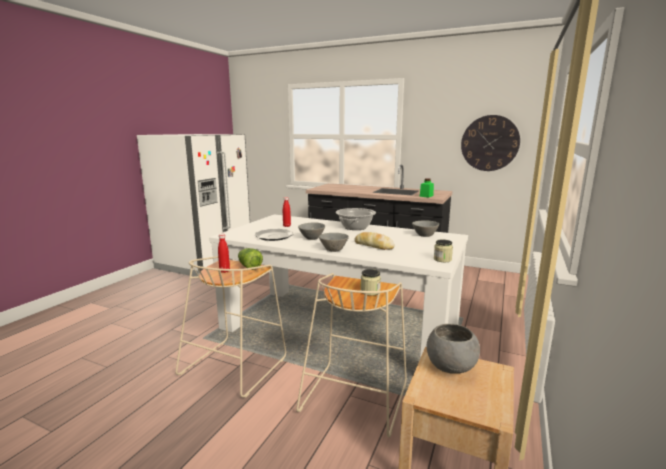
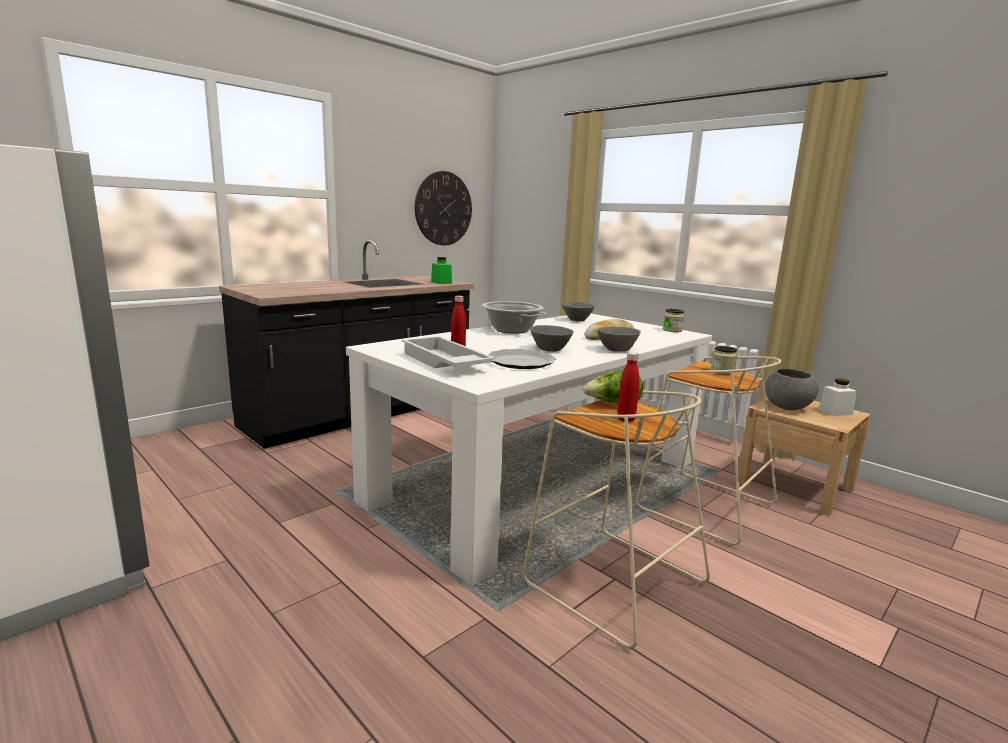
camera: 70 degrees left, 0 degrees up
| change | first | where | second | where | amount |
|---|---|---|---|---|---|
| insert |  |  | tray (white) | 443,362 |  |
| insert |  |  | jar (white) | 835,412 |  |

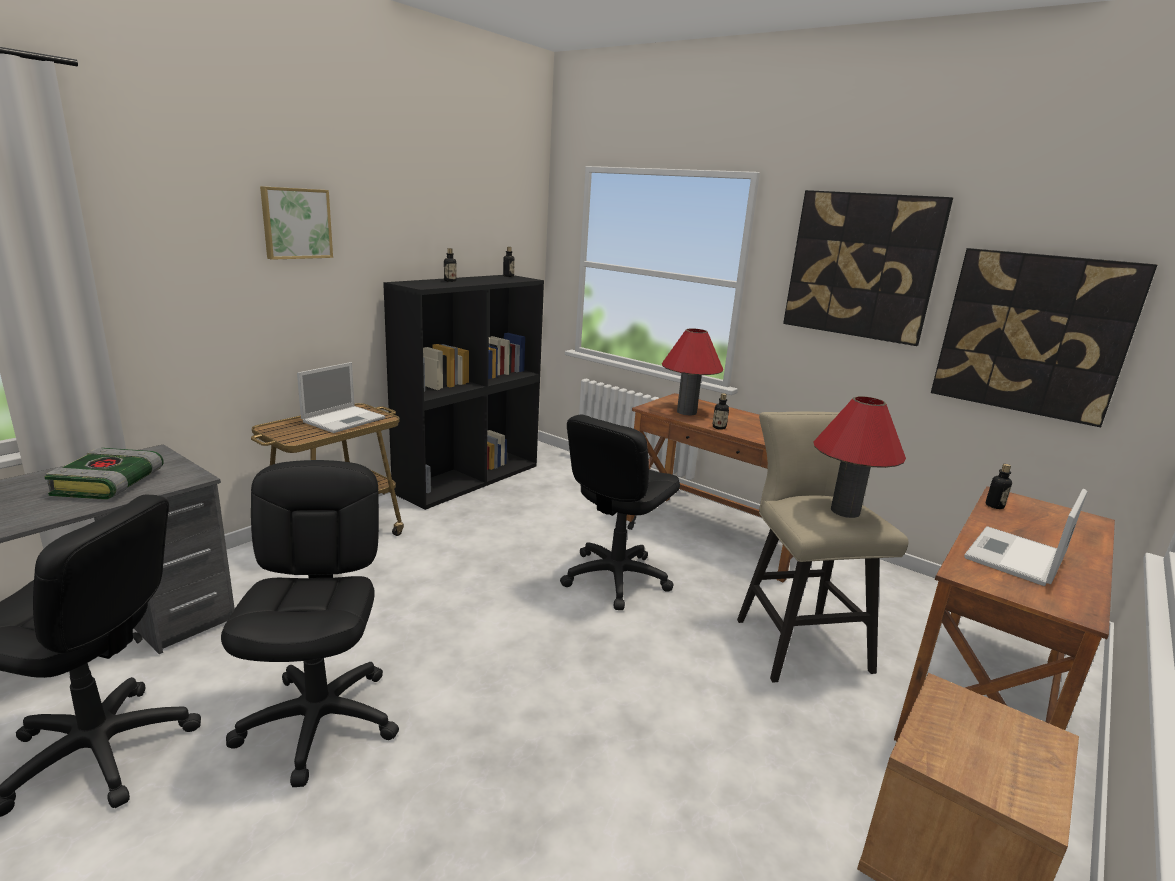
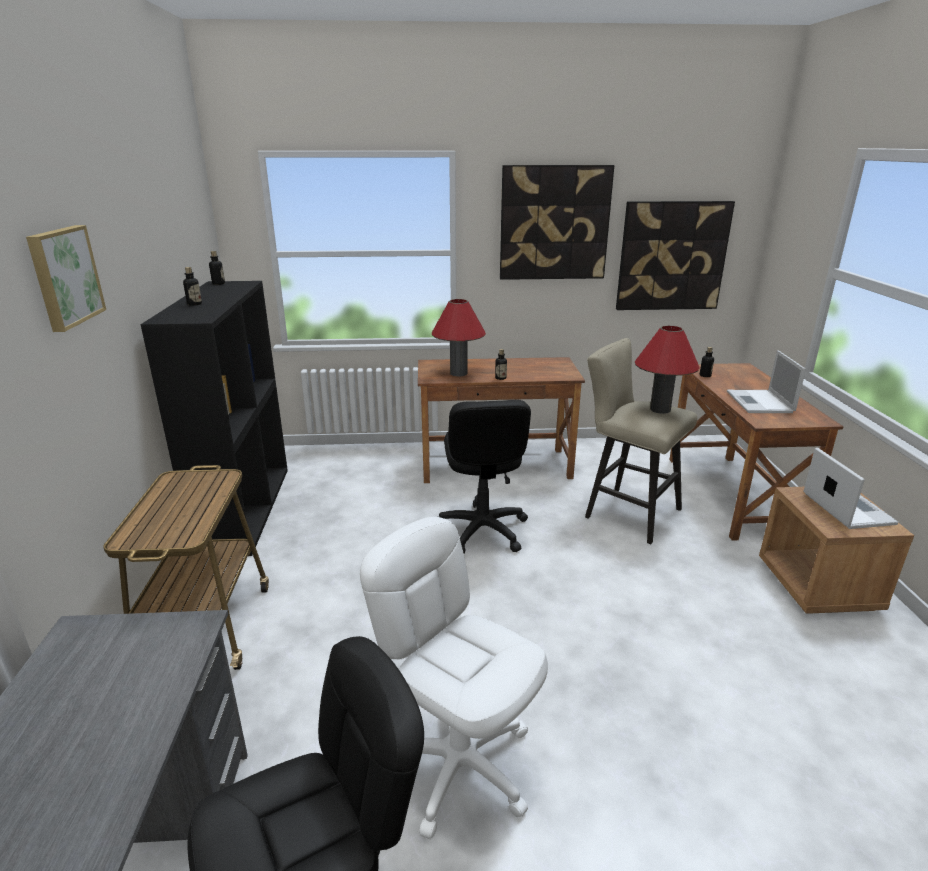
camera: 40 degrees left, 5 degrees up
| change | first | where | second | where | amount |
|---|---|---|---|---|---|
| move | laptop | 345,419 |  | 846,508 |  |
| delete | book | 109,484 |  |  |  |
| recolor | office chair (black) | 320,721 | office chair (white) | 459,764 |  |

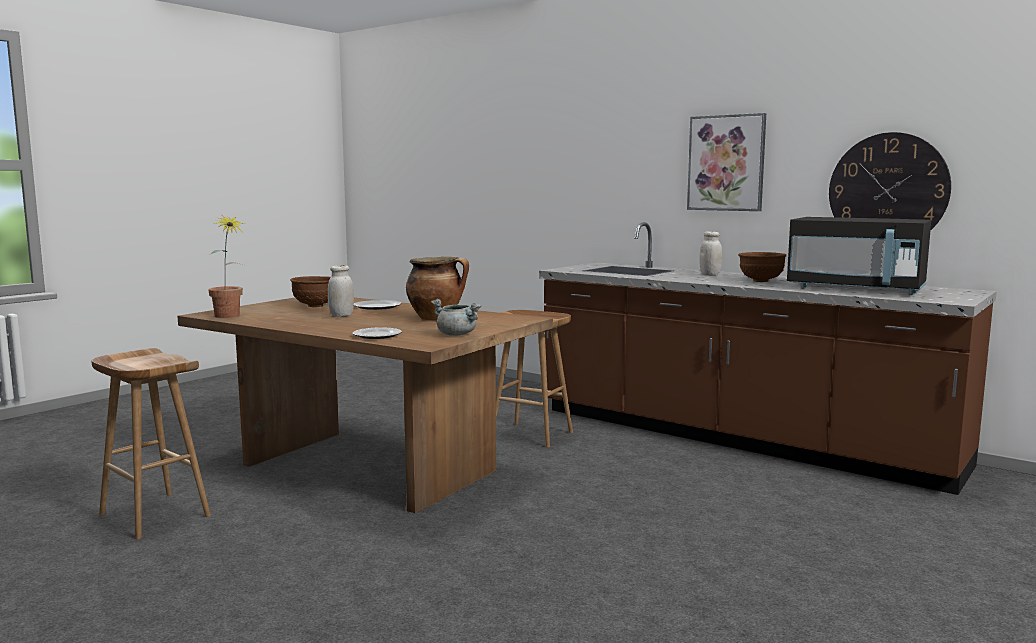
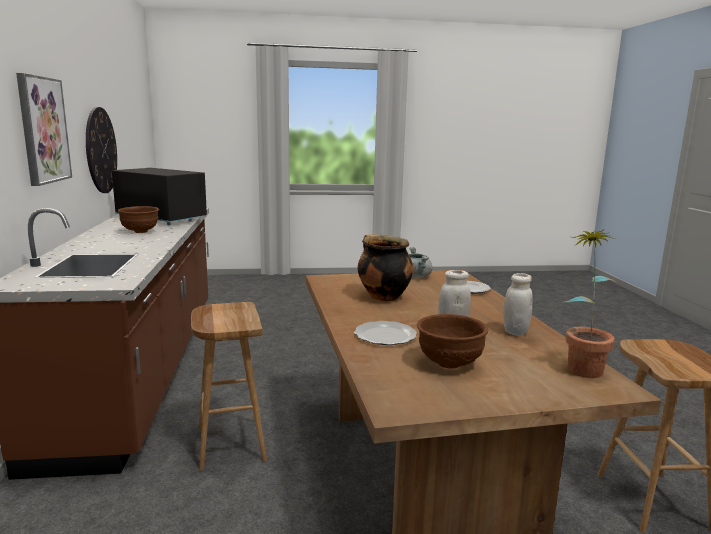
camera: 135 degrees left, 5 degrees up
| change | first | where | second | where | amount |
|---|---|---|---|---|---|
| rotate | microwave (black) | 856,289 |  | 161,218 | 45 degrees counterclockwise |
| move | jar (white) | 710,275 |  | 515,332 |  |

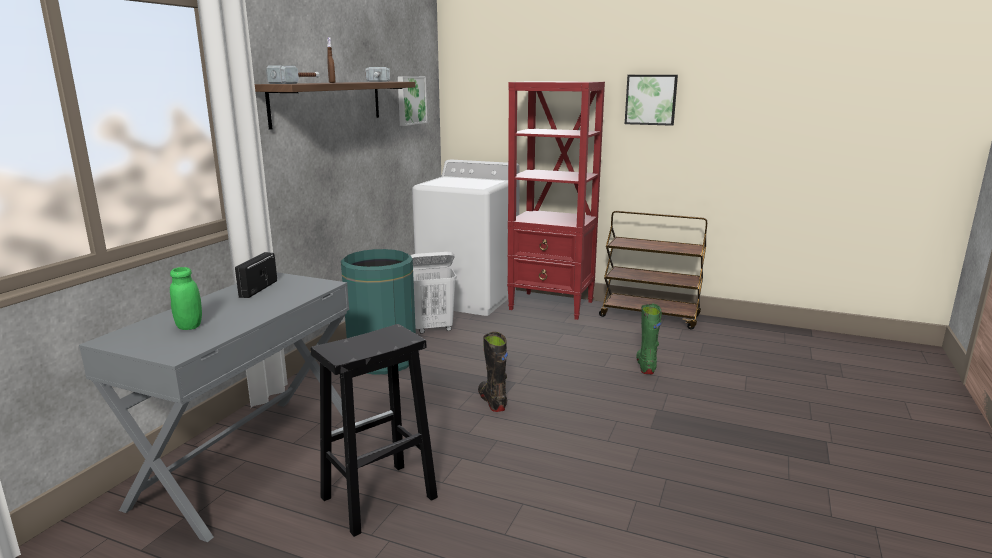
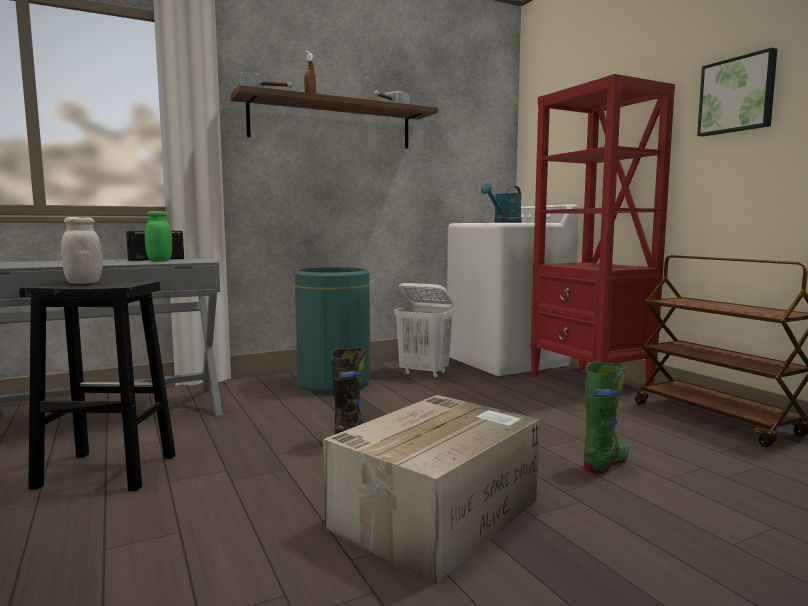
camera: 40 degrees right, 10 degrees down
| change | first | where | second | where | amount |
|---|---|---|---|---|---|
| delete | picture | 410,100 |  |  |  |
| move | jar (green) | 189,326 |  | 160,261 |  |
| insert |  |  | watering can (turquoise) | 504,222 |  |
| insert |  |  | jar (white) | 84,283 |  |
| insert |  |  | cardboard box | 437,513 |  |

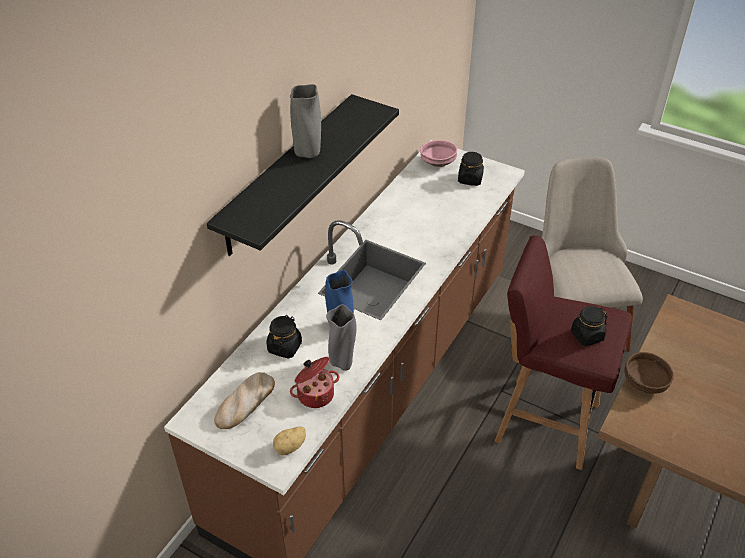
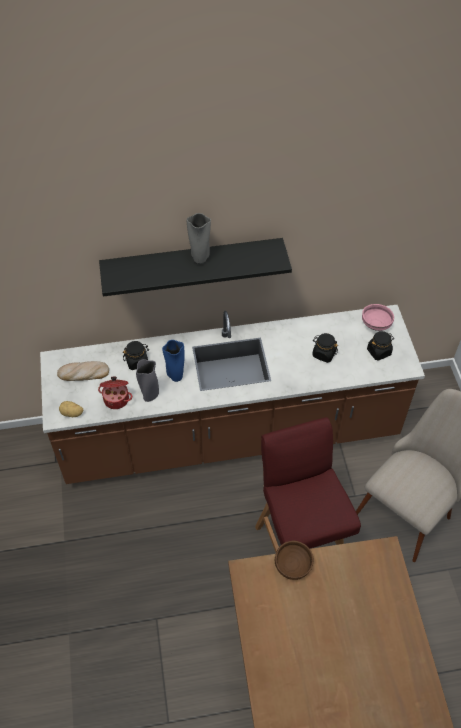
camera: 50 degrees right, 10 degrees up
| change | first | where | second | where | amount |
|---|---|---|---|---|---|
| move | jar (black) | 586,336 |  | 324,354 |  |

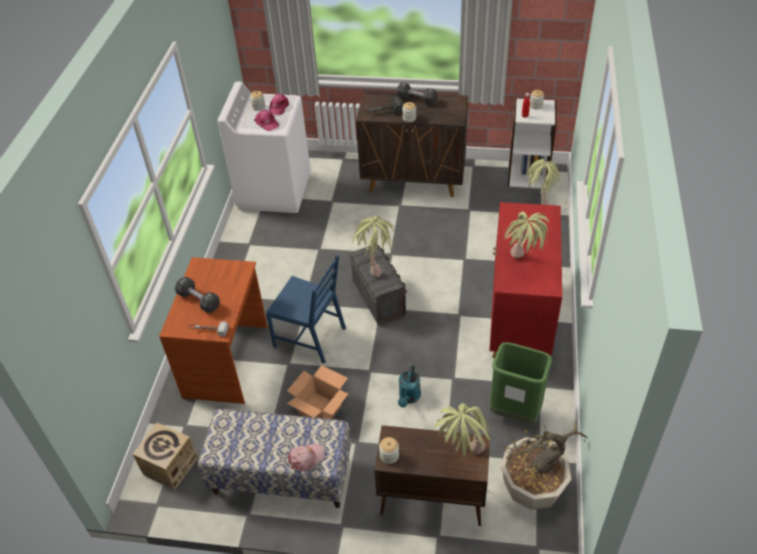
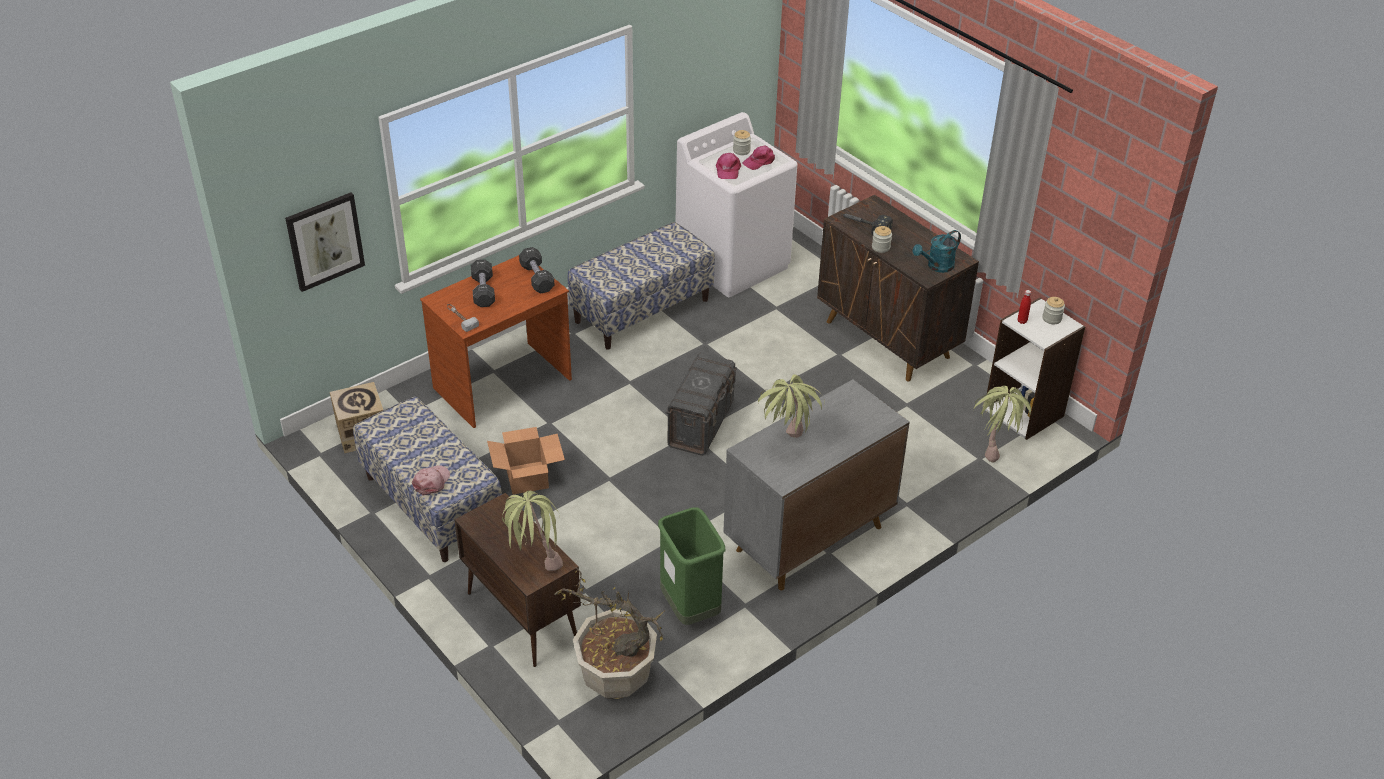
camera: 40 degrees right, 5 degrees down
| change | first | where | second | where | amount |
|---|---|---|---|---|---|
| move | dumbbell (black) | 416,99 |  | 537,278 |  |
| recolor | cabinet (red) | 519,321 | cabinet (grey) | 808,539 |  |
| delete | potted plant | 375,264 |  |  |  |
| delete | chair (blue) | 311,337 |  |  |  |
| move | watering can (turquoise) | 409,398 |  | 936,266 |  |
| delete | jar | 389,455 |  |  |  |
| rotate | cap (pink) | 306,458 |  | 432,482 | 75 degrees counterclockwise |
| insert |  |  | picture | 325,241 |  |
| insert |  |  | bench | 642,310 |  |

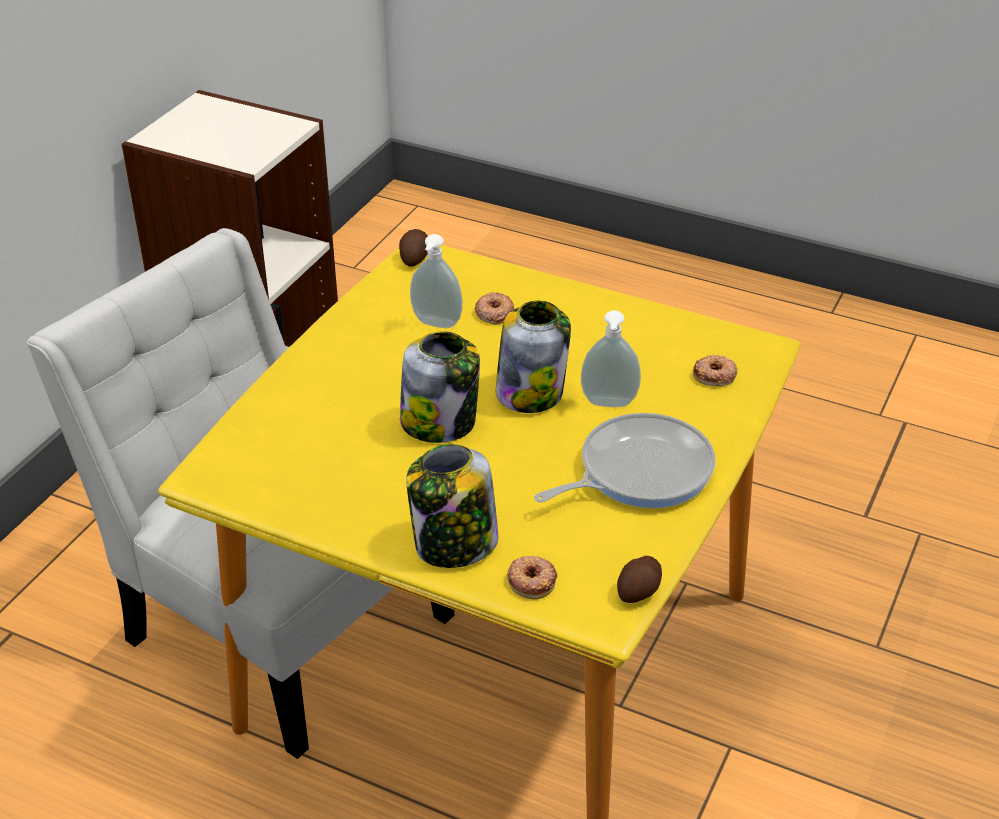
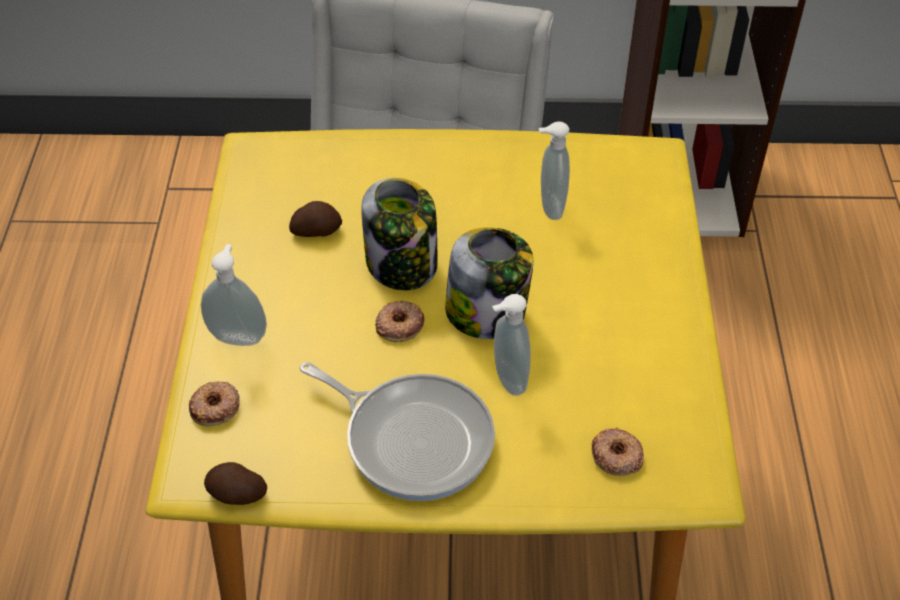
camera: 65 degrees right, 10 degrees up
| change | first | where | second | where | amount |
|---|---|---|---|---|---|
| move | potato | 414,258 |  | 316,230 |  |
| move | donut | 494,313 |  | 399,324 |  |
| replace | jar | 454,545 | soap dispenser | 239,336 |  |

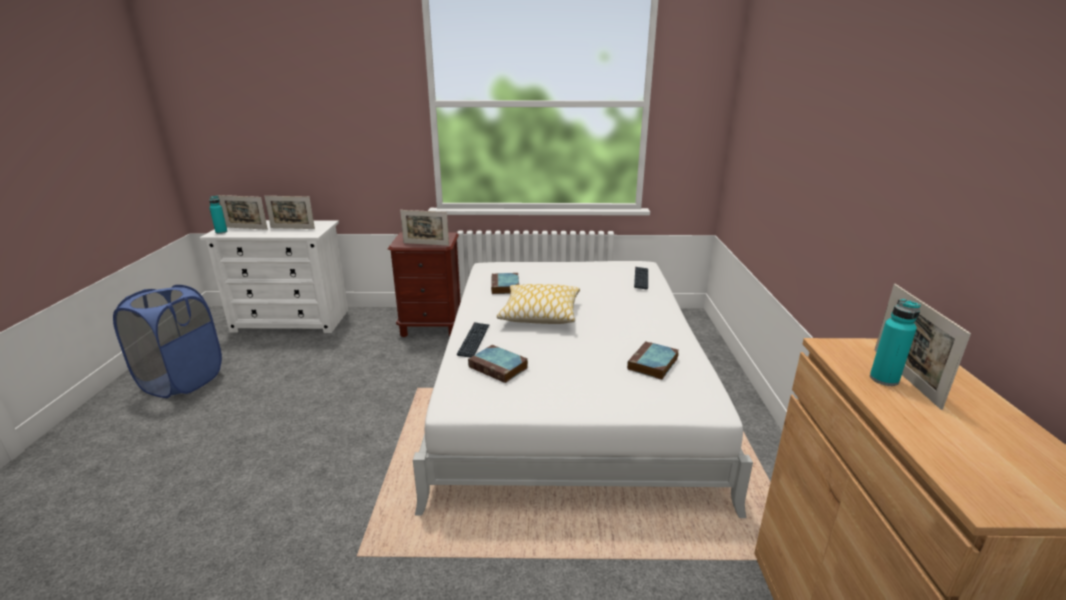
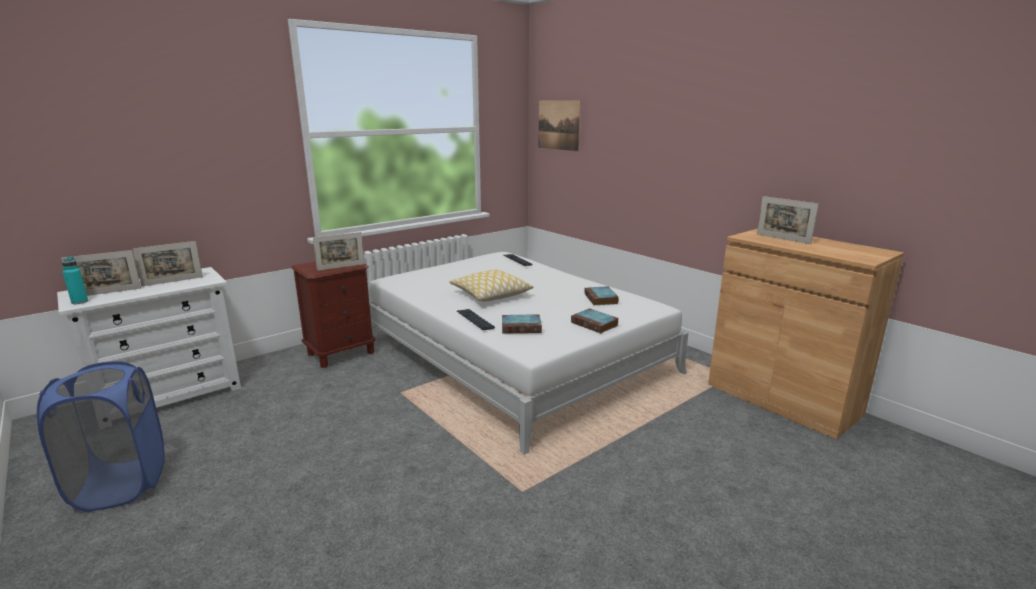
camera: 40 degrees left, 5 degrees down
| change | first | where | second | where | amount |
|---|---|---|---|---|---|
| move | book | 505,287 |  | 595,324 |  |
| delete | bottle (turquoise) | 884,379 |  |  |  |
| insert |  |  | picture | 558,125 |  |

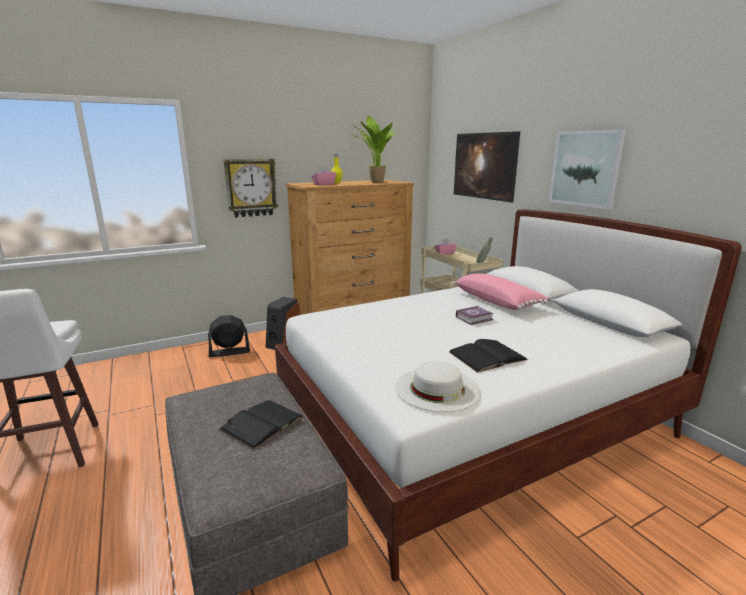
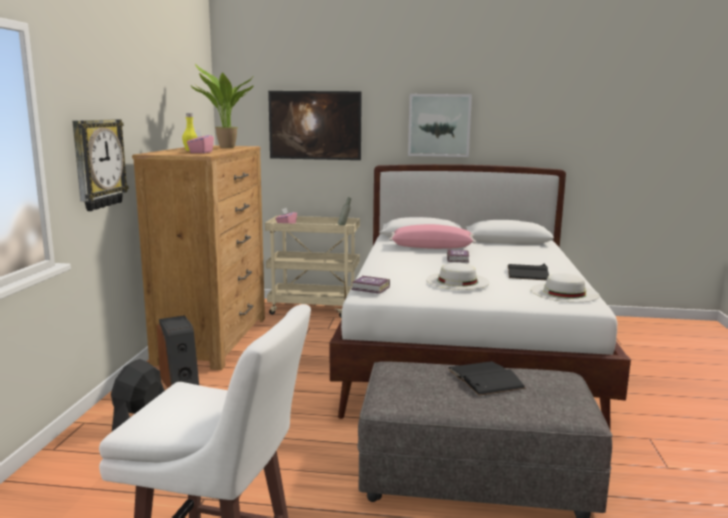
camera: 55 degrees left, 5 degrees down
| change | first | where | second | where | amount |
|---|---|---|---|---|---|
| insert |  |  | hat (white) | 457,281 |  |
| insert |  |  | book | 371,288 |  |

